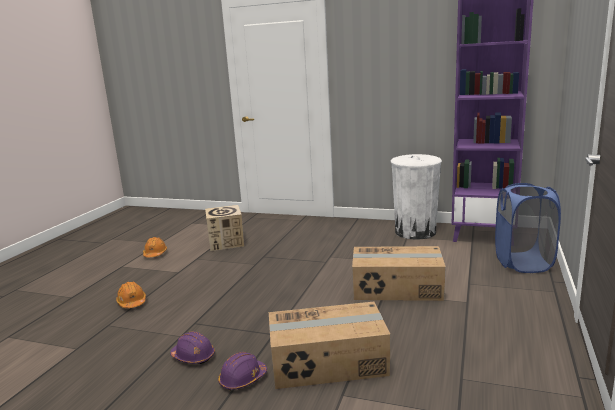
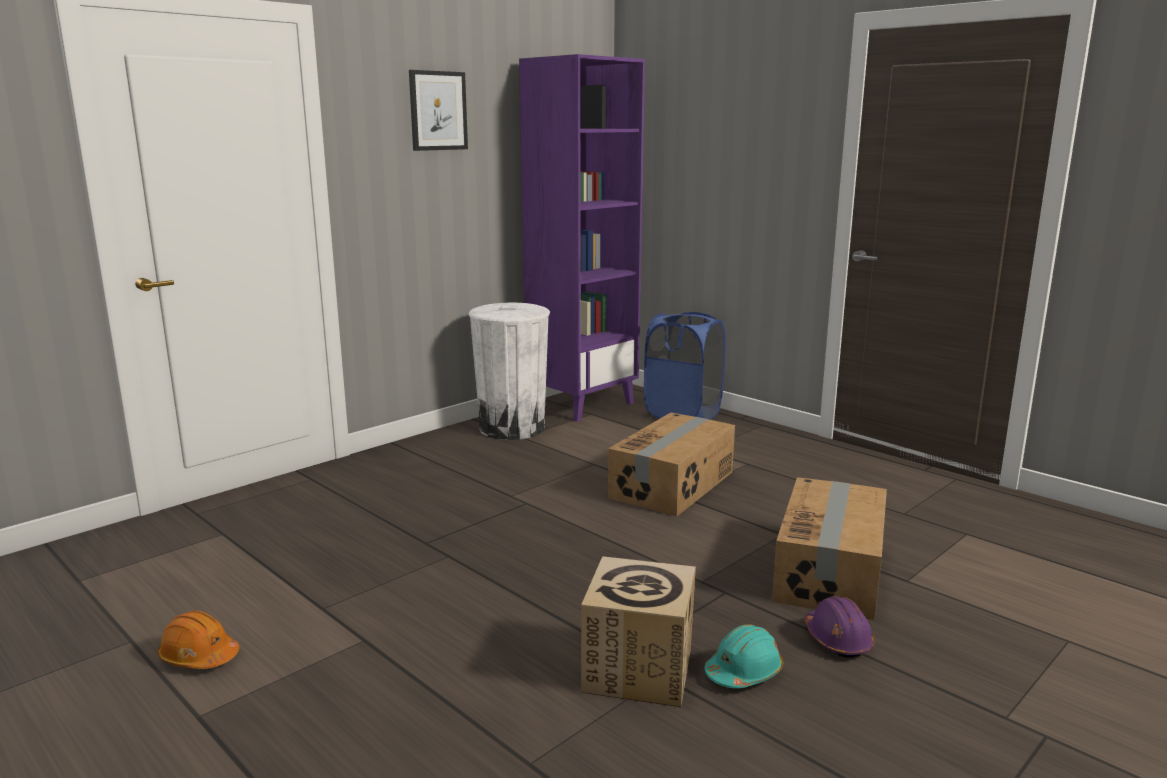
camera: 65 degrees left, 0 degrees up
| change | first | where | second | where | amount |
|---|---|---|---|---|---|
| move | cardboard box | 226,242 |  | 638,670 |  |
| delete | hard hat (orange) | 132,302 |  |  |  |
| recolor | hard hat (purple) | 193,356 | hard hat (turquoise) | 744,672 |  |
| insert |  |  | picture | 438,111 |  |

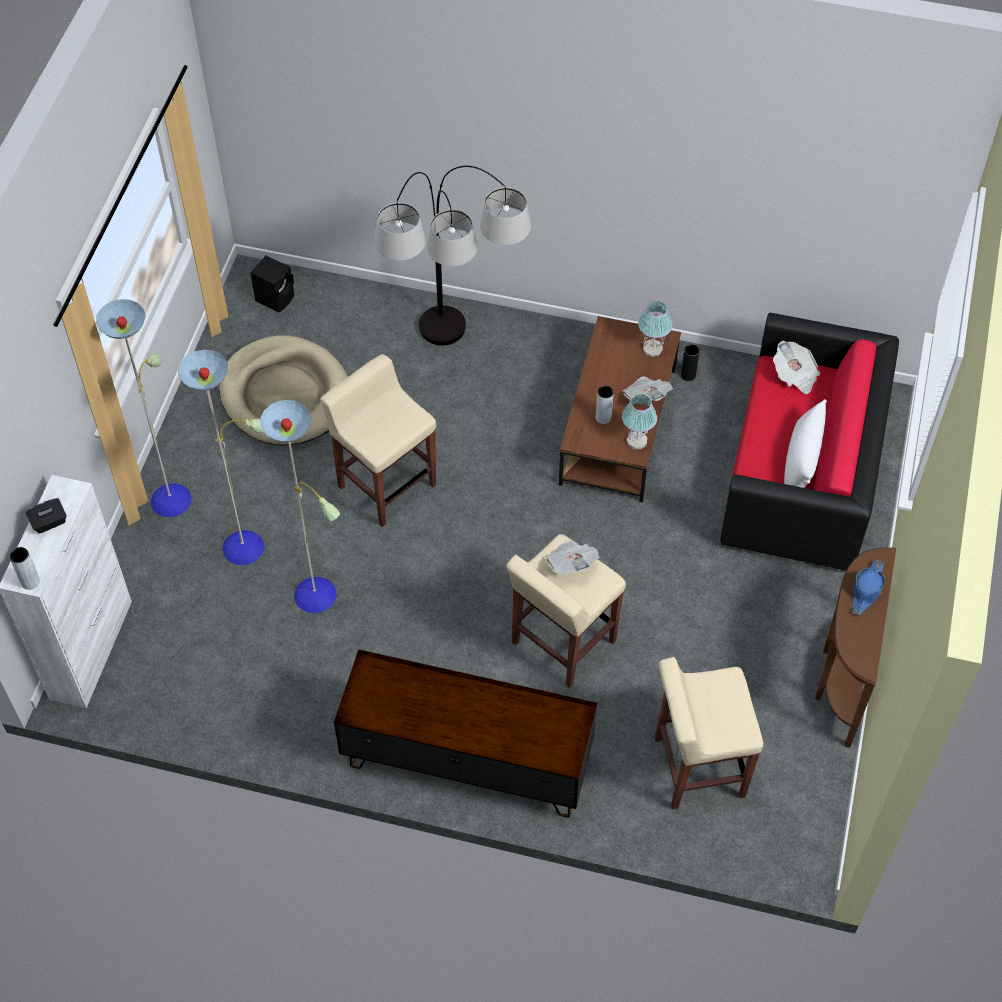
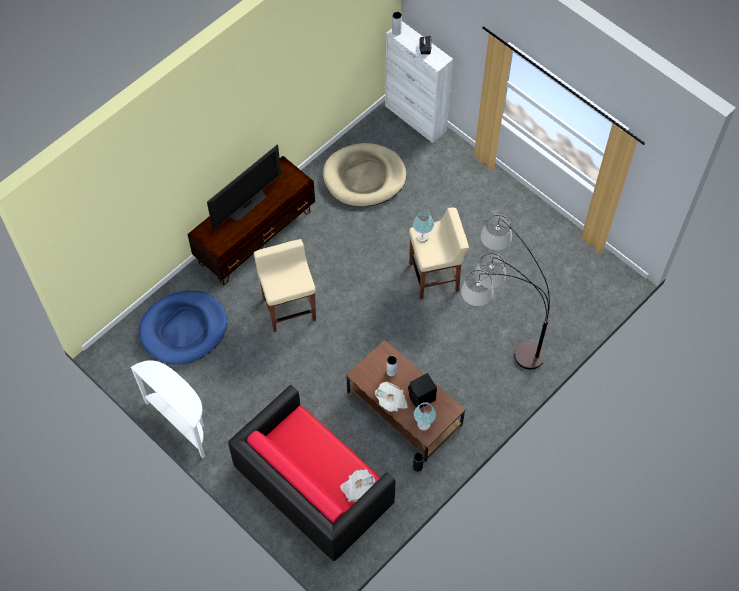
camera: 120 degrees right, 5 degrees up
| change | first | where | second | where | amount |
|---|---|---|---|---|---|
| move | speaker (black) | 276,298 |  | 422,398 |  |
| delete | floor lamp | 245,545 |  |  |  |
| move | dog bed (beige) | 285,395 |  | 364,177 |  |
| move | table lamp | 636,441 |  | 422,236 |  |
| delete | pillow (white) | 801,461 |  |  |  |
| delete | newspaper | 571,564 |  |  |  |
| recolor | console table (brown) | 840,679 | console table (white) | 182,422 |  |
| delete | hat (blue) | 866,590 |  |  |  |
| replace | stool (beige) | 697,767 | dog bed (blue) | 184,329 |  |
| insert |  |  | television | 246,204 |  |

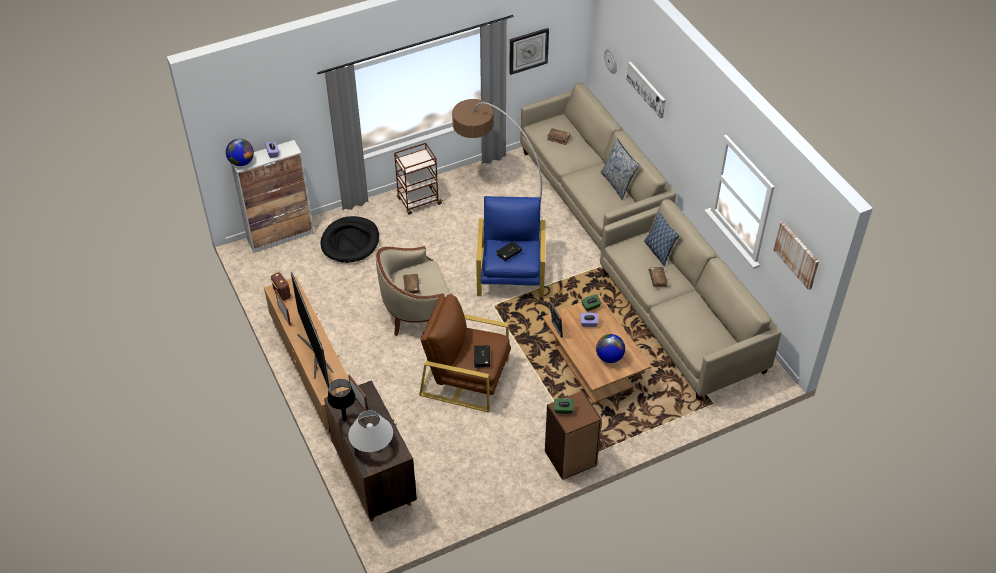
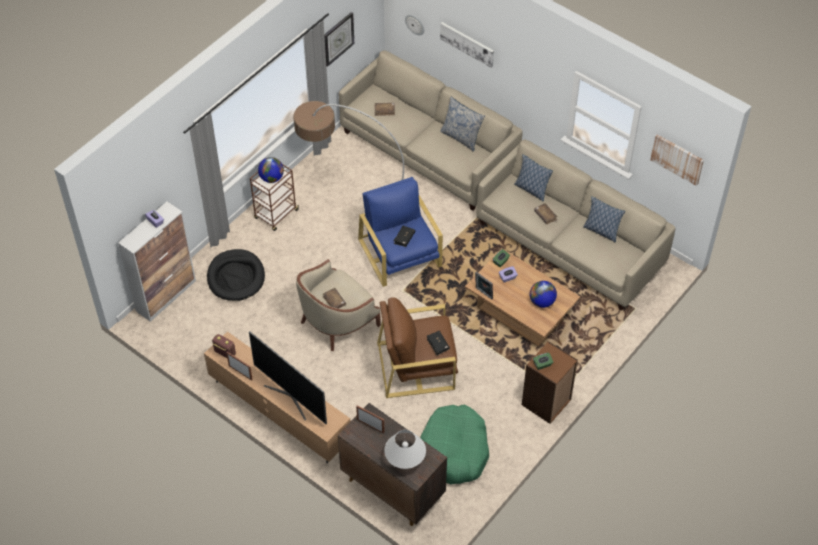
camera: 25 degrees left, 5 degrees up
| change | first | where | second | where | amount |
|---|---|---|---|---|---|
| move | globe | 241,162 |  | 271,178 |  |
| delete | table lamp (black) | 345,419 |  |  |  |
| insert |  |  | pillow | 601,231 |  |
| insert |  |  | dog bed (green) | 455,450 |  |

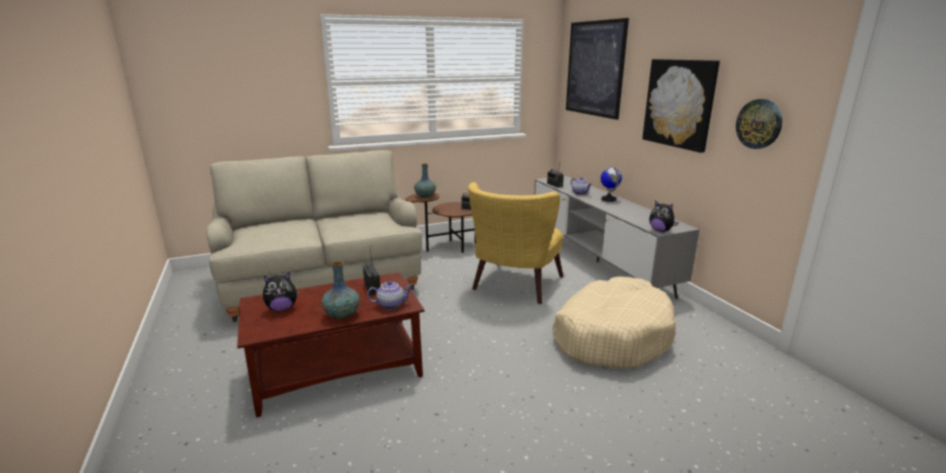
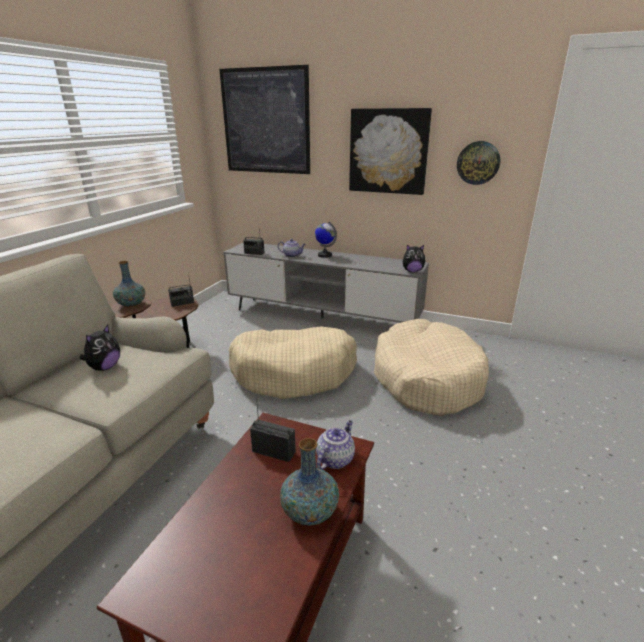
camera: 45 degrees left, 5 degrees up
| change | first | where | second | where | amount |
|---|---|---|---|---|---|
| replace | armchair (yellow) | 513,287 | dog bed (beige) | 294,372 |  |
| move | plush toy | 282,308 |  | 104,367 |  |

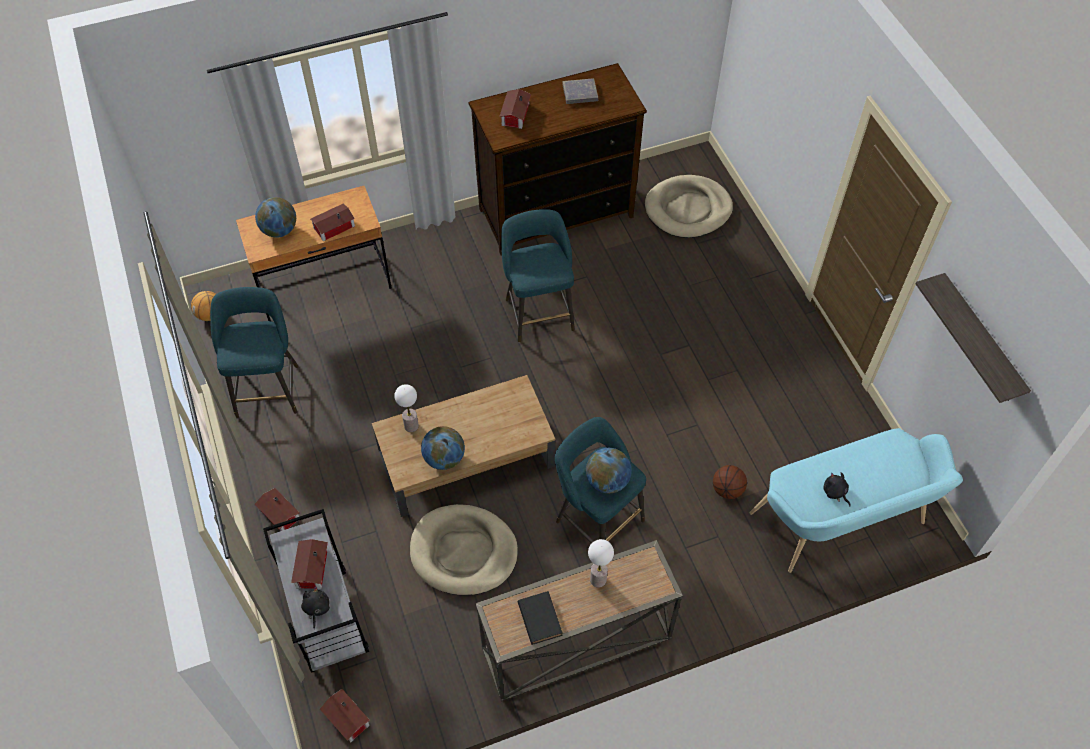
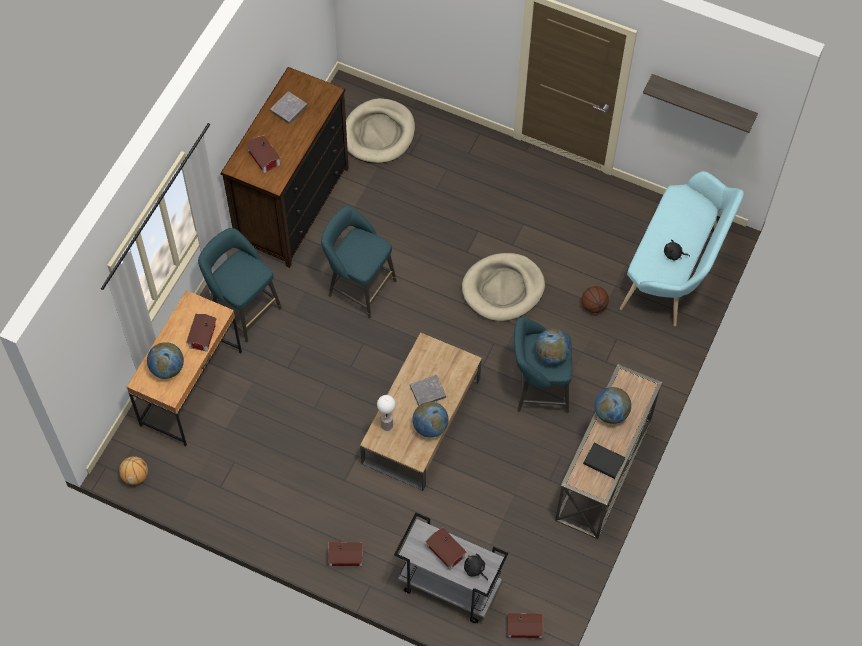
camera: 45 degrees left, 5 degrees up
| change | first | where | second | where | amount |
|---|---|---|---|---|---|
| move | stool (turquoise) | 268,387 |  | 243,309 |  |
| move | dog bed (beige) | 464,552 |  | 503,289 |  |
| replace | table lamp | 598,580 | globe | 611,413 |  |
| insert |  |  | book (grey) | 428,392 |  |

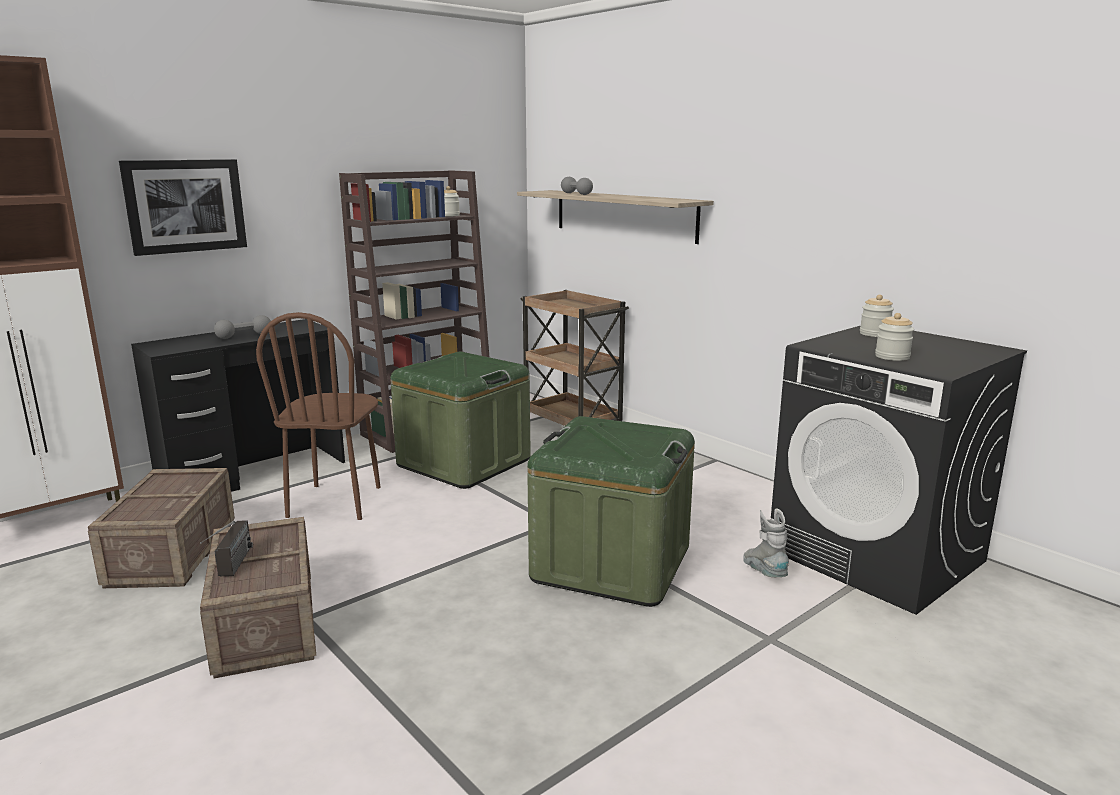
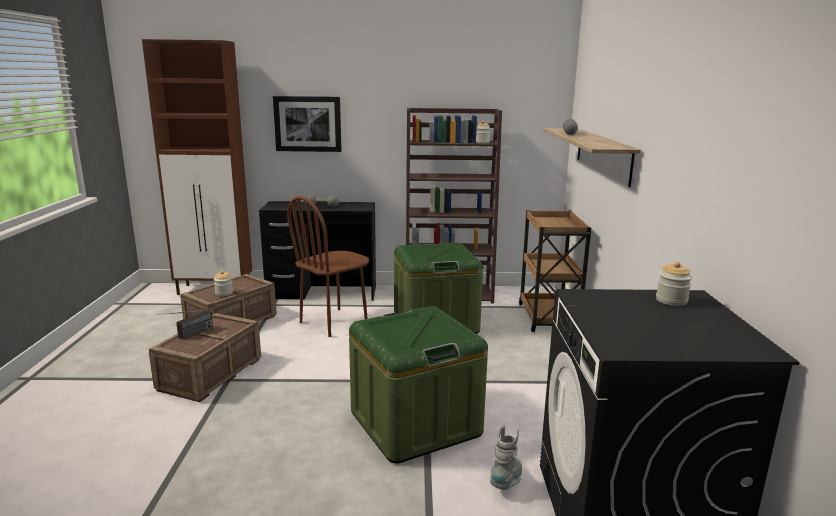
camera: 40 degrees right, 0 degrees up
| change | first | where | second | where | amount |
|---|---|---|---|---|---|
| move | jar | 892,357 |  | 224,293 |  |

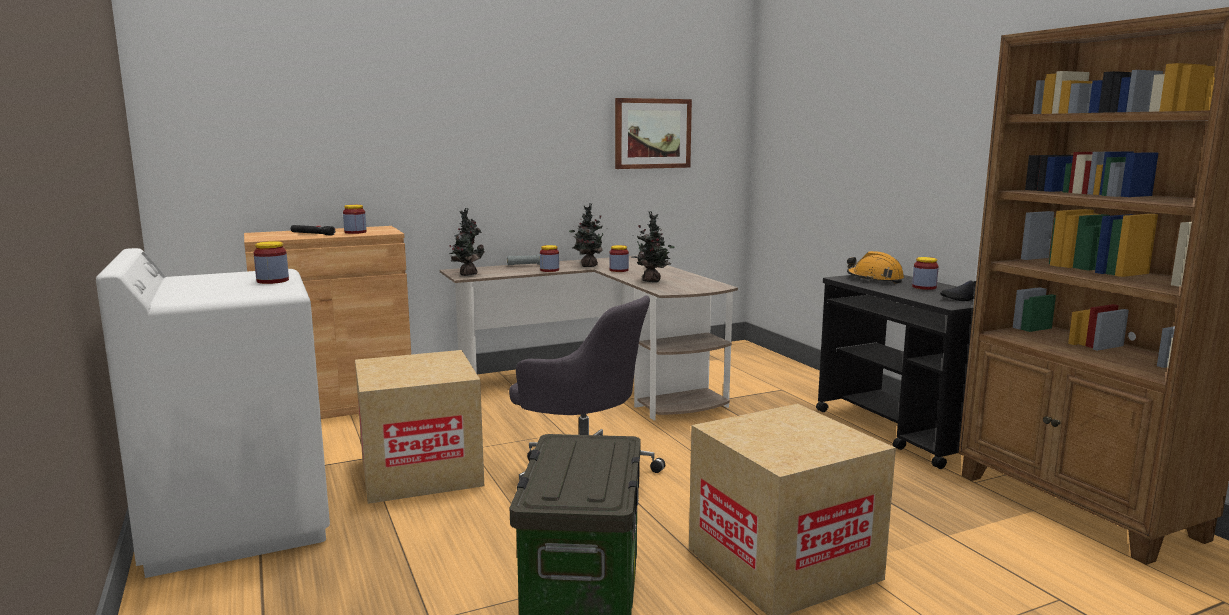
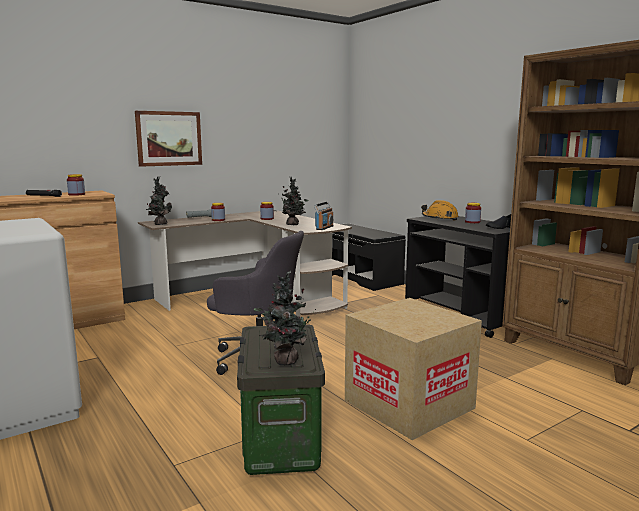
camera: 10 degrees left, 0 degrees up
| change | first | where | second | where | amount |
|---|---|---|---|---|---|
| move | picture | 652,133 |  | 169,138 |  |
| move | potted plant | 587,266 |  | 284,361 |  |
| delete | jar | 272,281 |  |  |  |
| delete | cardboard box | 420,471 |  |  |  |
| insert |  |  | radio | 324,228 |  |
| insert |  |  | bench (black) | 360,277 |  |

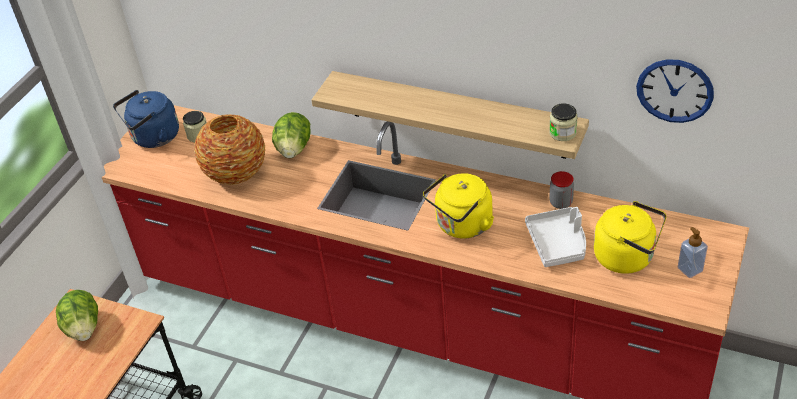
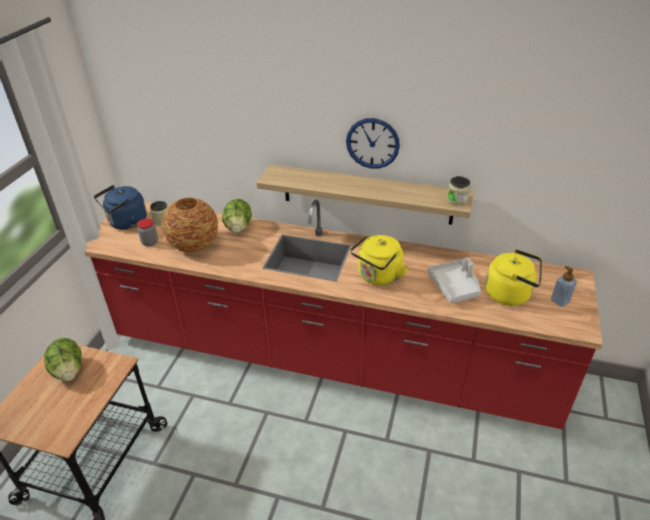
camera: 10 degrees left, 5 degrees down
| change | first | where | second | where | amount |
|---|---|---|---|---|---|
| move | wall clock | 674,90 |  | 372,143 |  |
| move | jar | 561,203 |  | 150,242 |  |

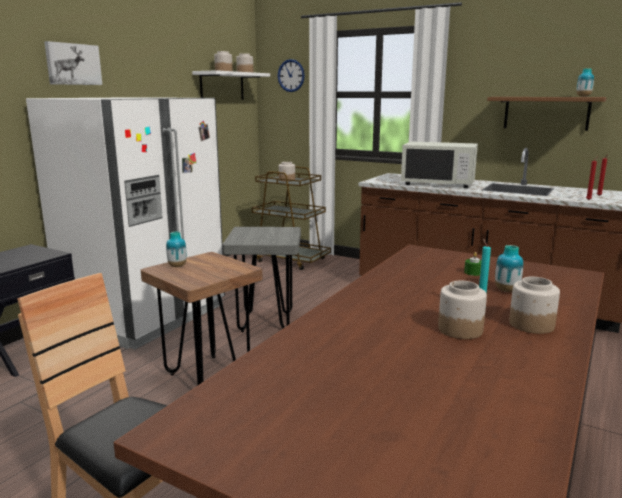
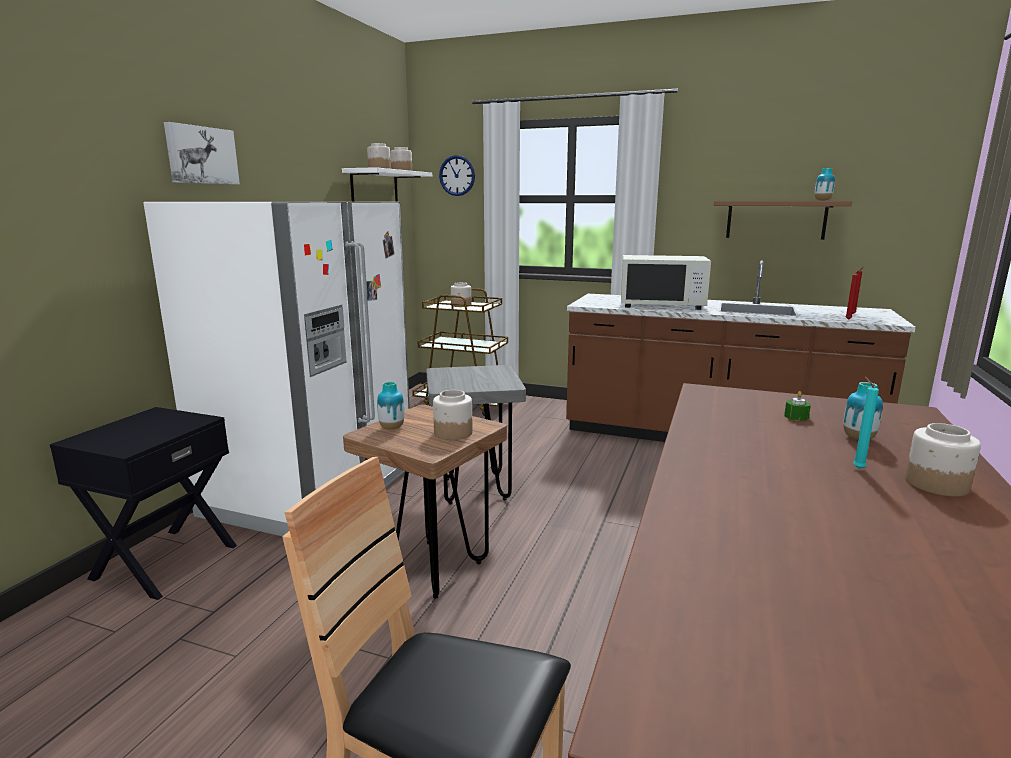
camera: 10 degrees left, 0 degrees up
| change | first | where | second | where | amount |
|---|---|---|---|---|---|
| move | jar | 459,329 |  | 452,433 |  |

